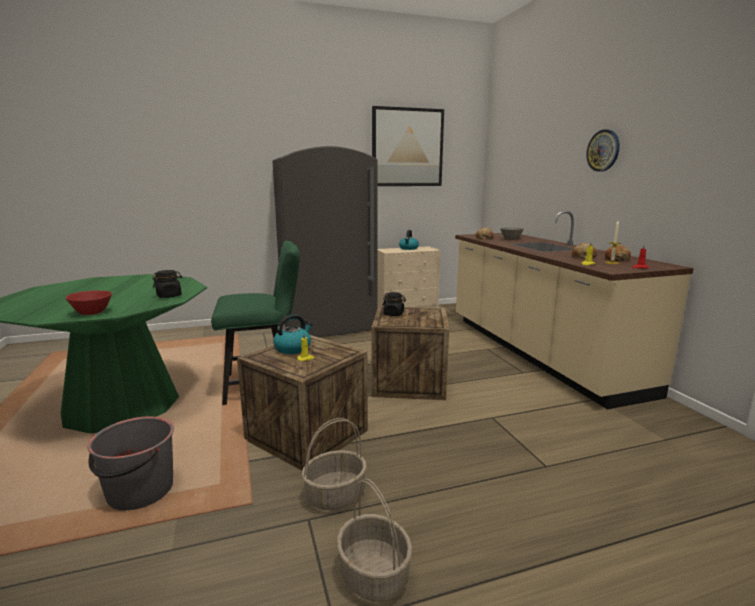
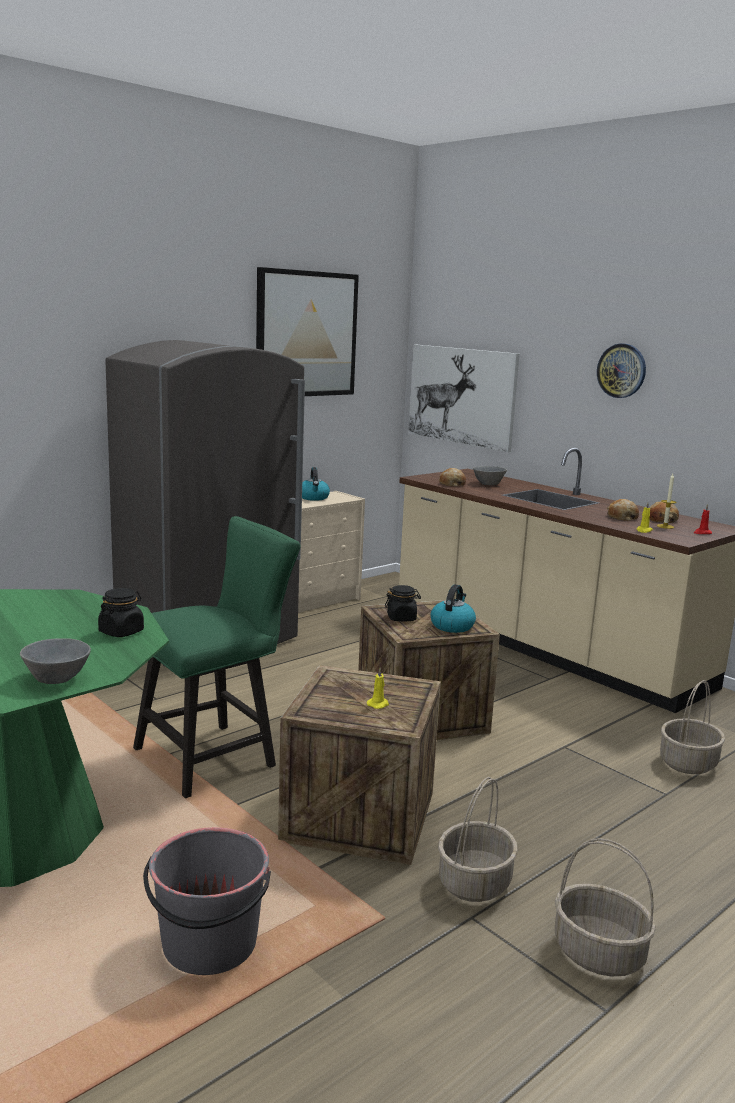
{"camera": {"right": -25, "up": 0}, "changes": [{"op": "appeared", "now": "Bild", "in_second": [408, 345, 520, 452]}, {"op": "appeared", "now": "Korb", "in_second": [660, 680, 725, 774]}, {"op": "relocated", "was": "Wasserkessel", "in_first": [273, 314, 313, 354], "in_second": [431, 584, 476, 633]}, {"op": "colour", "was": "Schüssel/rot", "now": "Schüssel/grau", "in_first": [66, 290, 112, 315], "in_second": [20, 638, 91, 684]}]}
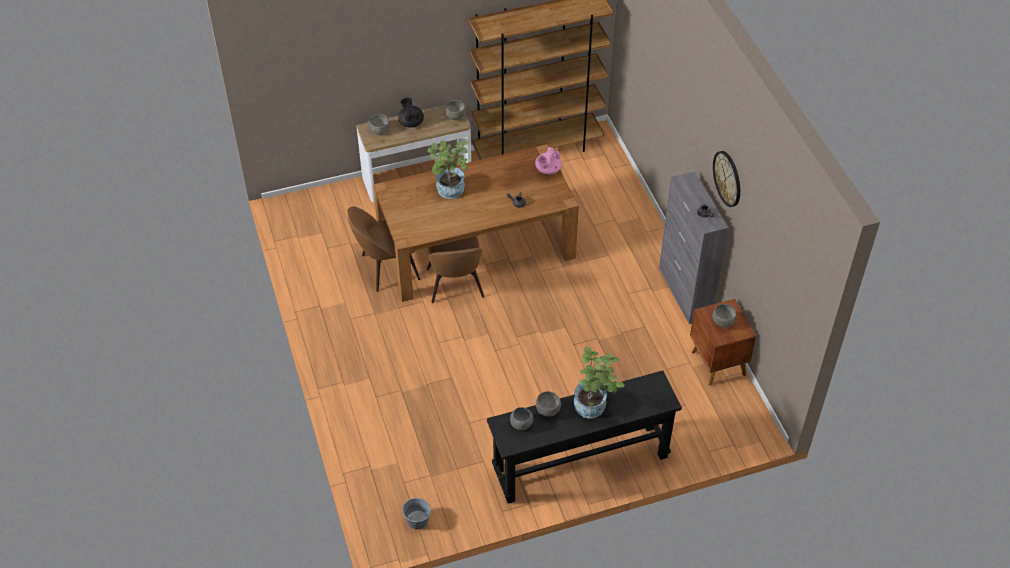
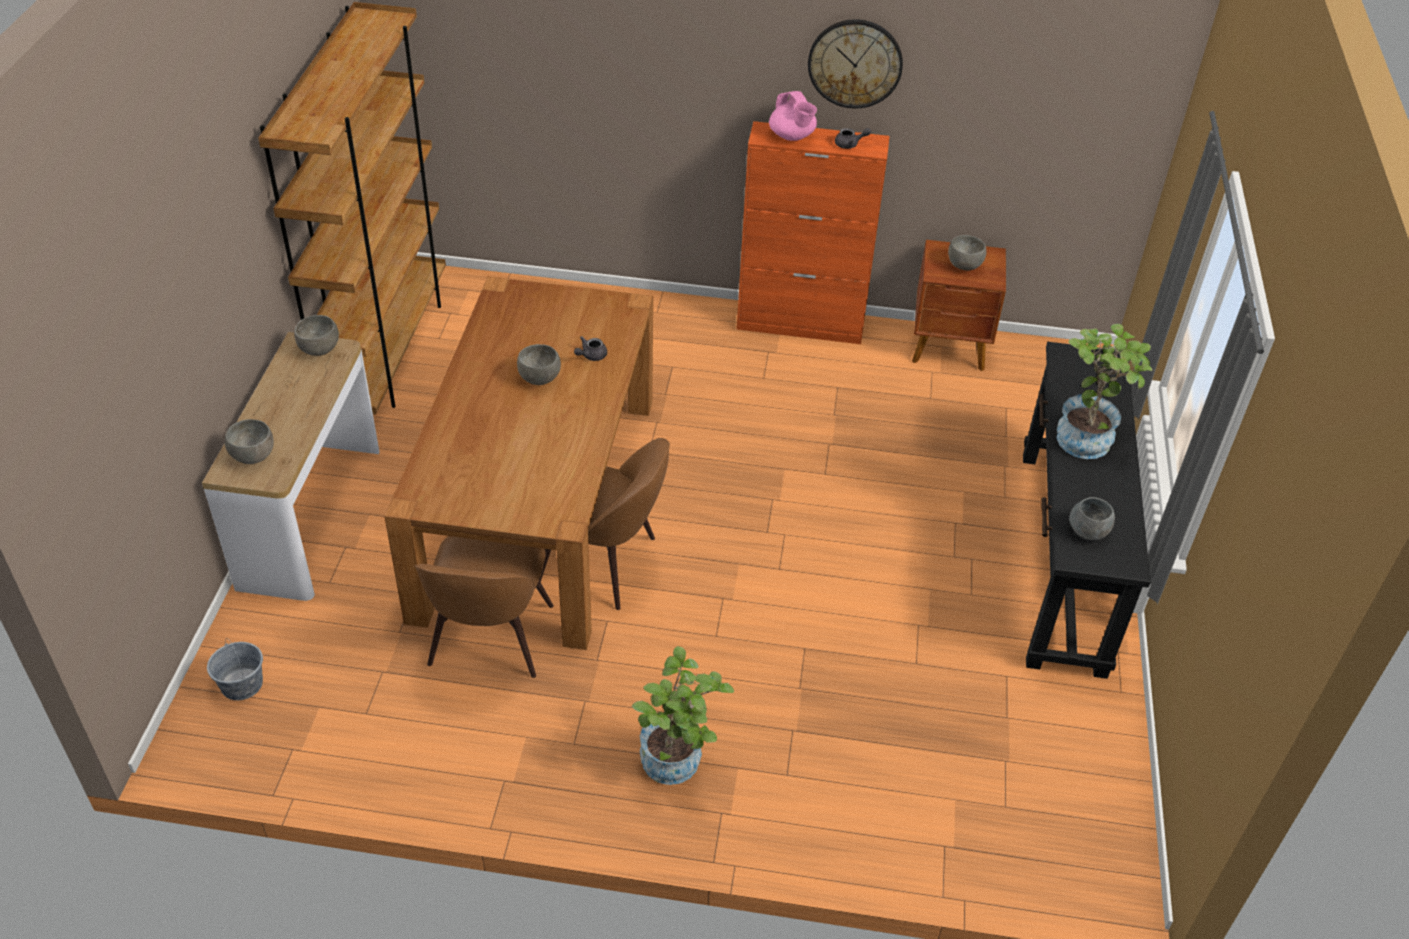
{"camera": {"right": -65, "up": -5}, "changes": [{"op": "missing", "was": "Teekanne/schwarz", "in_first": [398, 97, 424, 128]}, {"op": "relocated", "was": "Eimer/grau", "in_first": [402, 498, 431, 529], "in_second": [207, 638, 263, 700]}, {"op": "relocated", "was": "Topfpflanze", "in_first": [428, 140, 468, 199], "in_second": [632, 646, 734, 785]}, {"op": "relocated", "was": "Teekanne/rosa", "in_first": [535, 147, 562, 175], "in_second": [769, 91, 817, 141]}, {"op": "relocated", "was": "Schüssel/grau", "in_first": [536, 391, 561, 417], "in_second": [517, 344, 561, 385]}, {"op": "colour", "was": "Schrank/grau", "now": "Schrank/orange", "in_first": [659, 171, 728, 324], "in_second": [737, 121, 890, 344]}]}
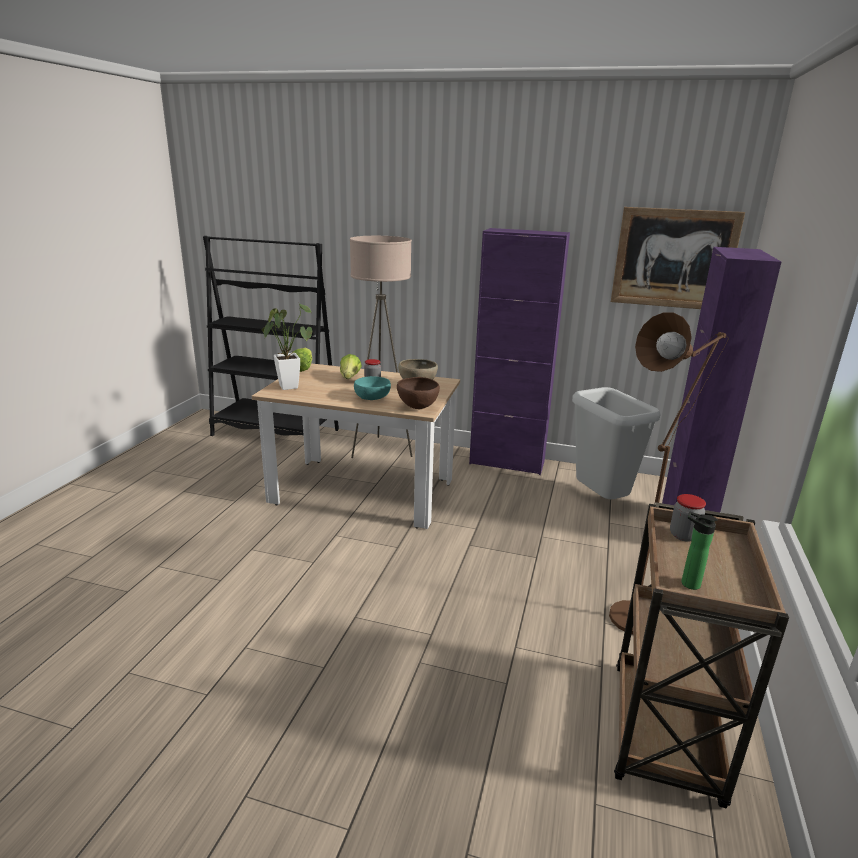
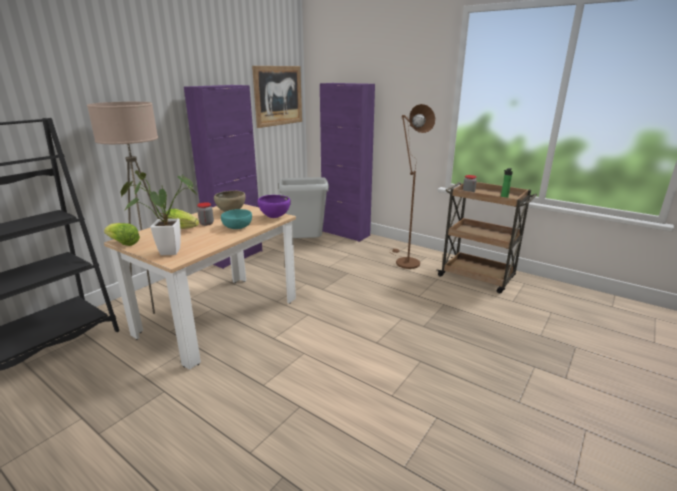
{"camera": {"right": -70, "up": 0}, "changes": [{"op": "colour", "was": "Schüssel/braun", "now": "Schüssel/lila", "in_first": [397, 377, 440, 409], "in_second": [258, 195, 291, 218]}]}
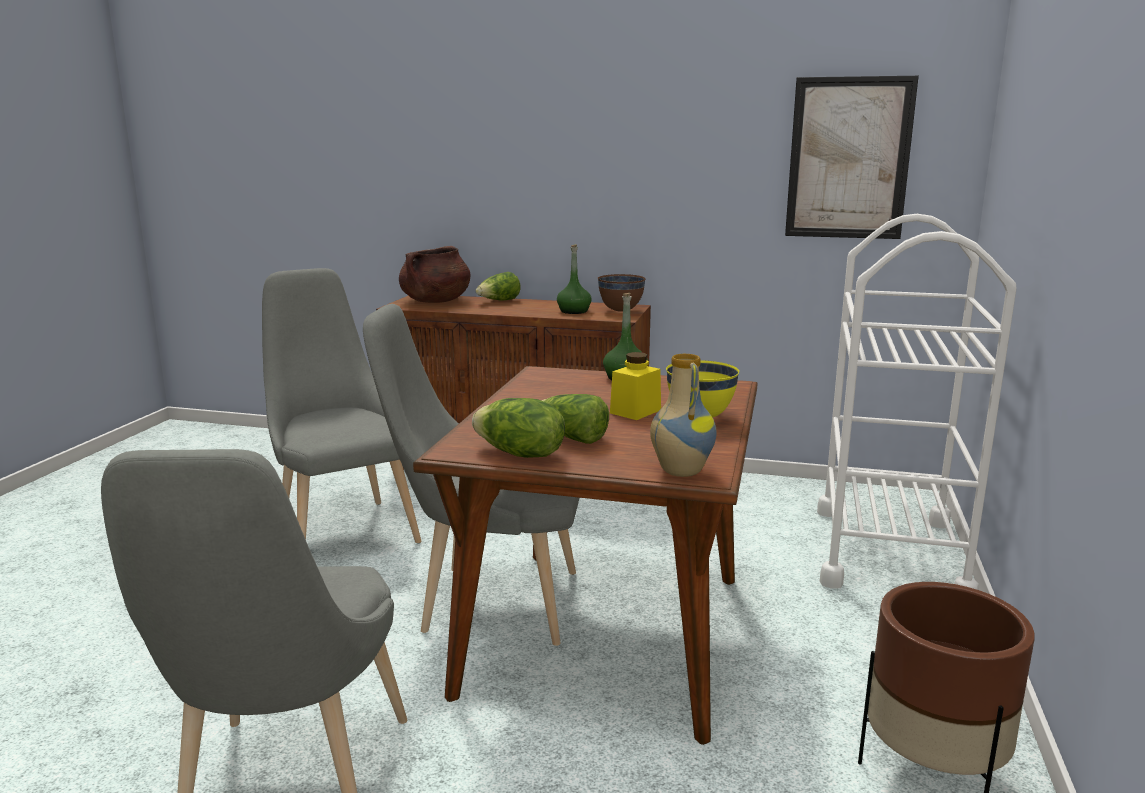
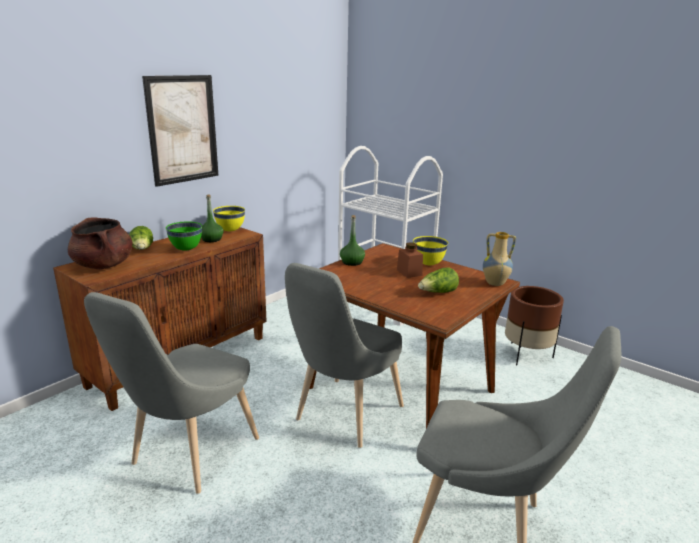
{"camera": {"right": -65, "up": 5}, "changes": [{"op": "missing", "was": "Salatkopf", "in_first": [472, 398, 565, 458]}, {"op": "appeared", "now": "Schüssel/grün", "in_second": [166, 221, 202, 250]}, {"op": "relocated", "was": "Bild", "in_first": [785, 76, 919, 239], "in_second": [142, 75, 219, 187]}, {"op": "colour", "was": "Schüssel/braun", "now": "Schüssel/gelb", "in_first": [598, 274, 646, 312], "in_second": [213, 206, 245, 231]}, {"op": "colour", "was": "Vorratsglas/gelb", "now": "Vorratsglas/braun", "in_first": [610, 352, 661, 420], "in_second": [397, 242, 423, 278]}, {"op": "spun", "was": "Stuhl/grau", "in_first": [262, 268, 422, 543], "in_second": [84, 292, 259, 494], "clockwise": -60}]}
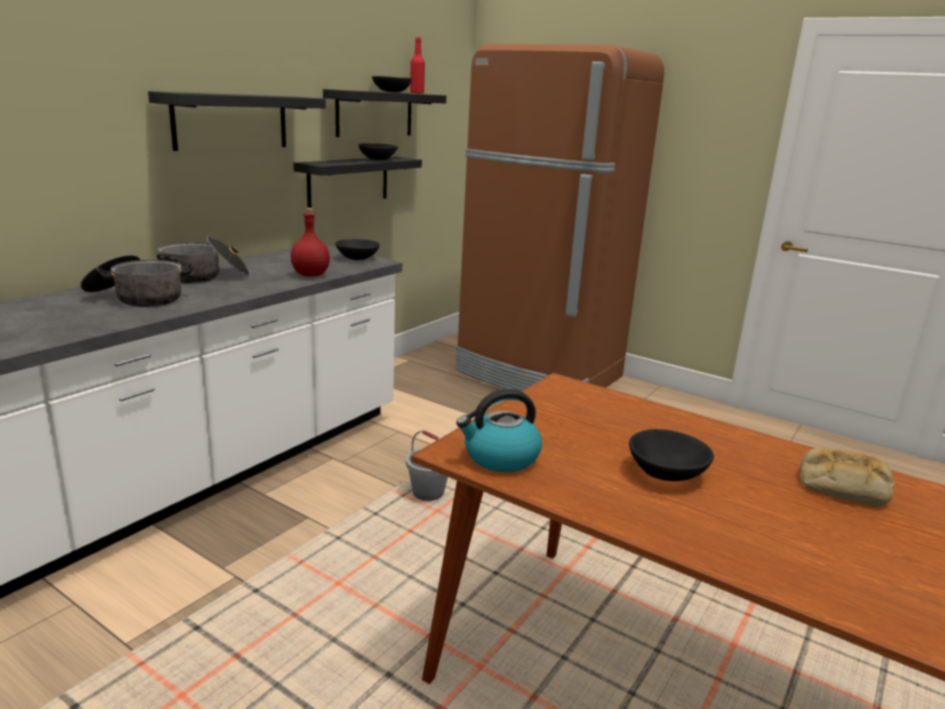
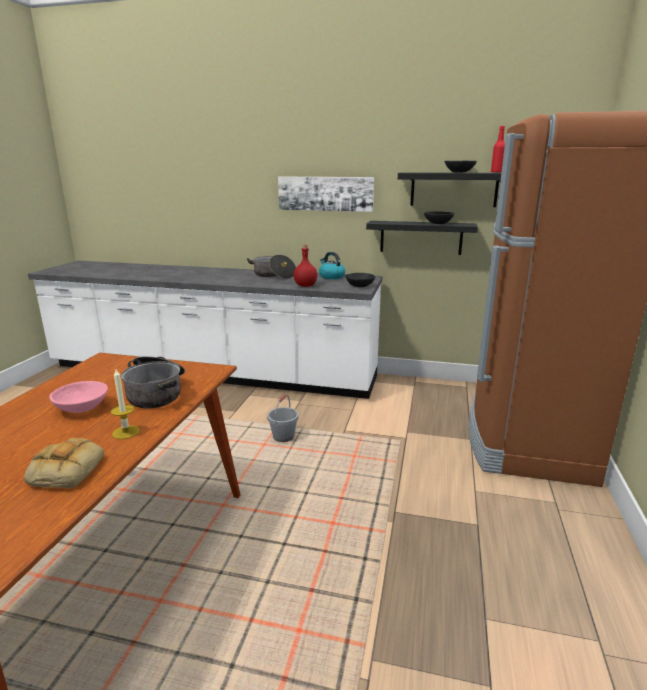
{"camera": {"right": 70, "up": 0}, "changes": [{"op": "appeared", "now": "Kerze", "in_second": [111, 369, 140, 439]}, {"op": "relocated", "was": "Kochtopf", "in_first": [80, 255, 194, 307], "in_second": [121, 356, 185, 409]}, {"op": "relocated", "was": "Wasserkessel", "in_first": [456, 389, 542, 472], "in_second": [319, 252, 345, 279]}, {"op": "exchanged", "was": "Wandregal/schwarz", "now": "Bild", "in_first": [148, 91, 326, 151], "in_second": [278, 177, 374, 212]}, {"op": "colour", "was": "Schüssel/schwarz", "now": "Schüssel/rosa", "in_first": [629, 429, 714, 481], "in_second": [49, 381, 108, 413]}]}
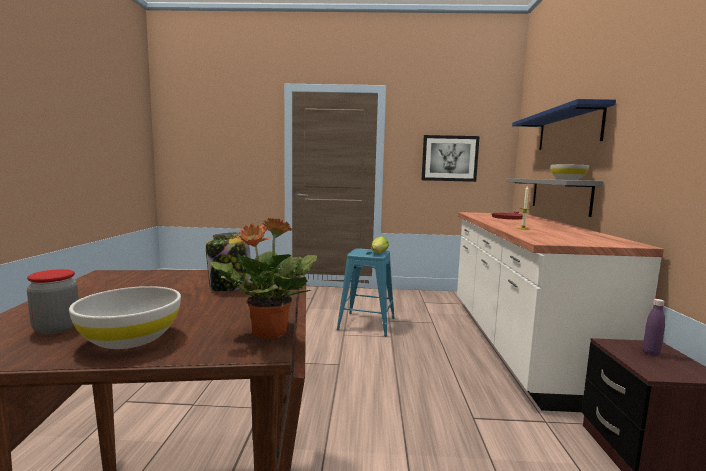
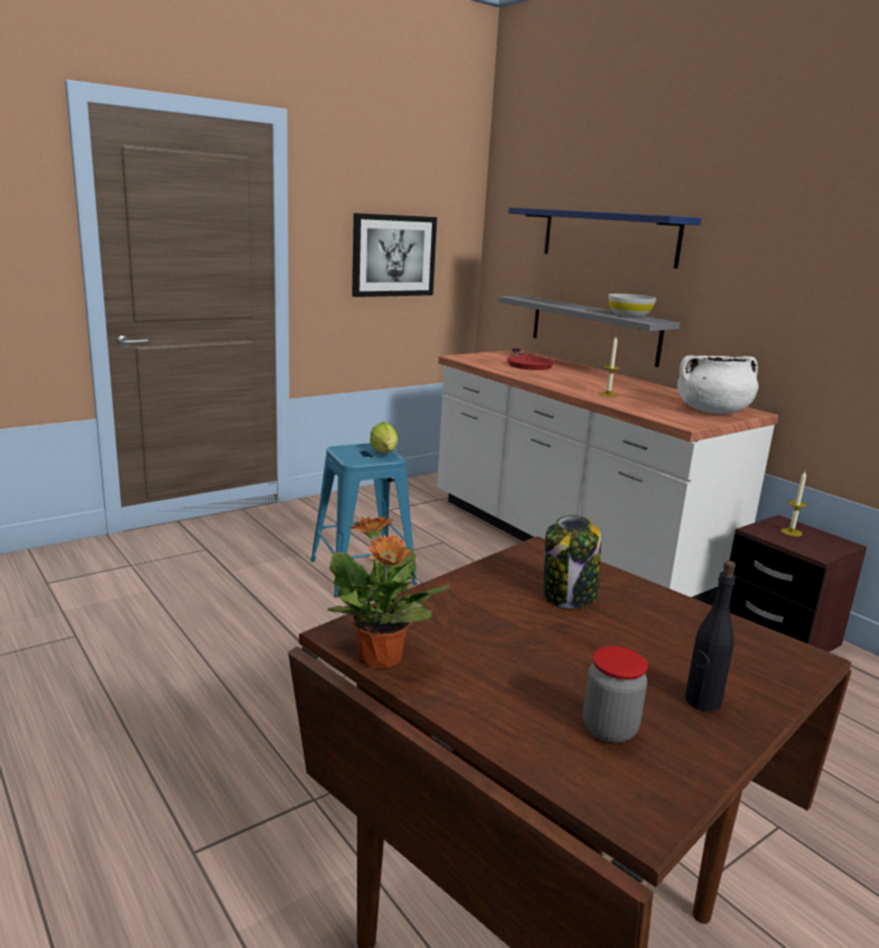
{"camera": {"right": -40, "up": 10}, "changes": [{"op": "appeared", "now": "Kochtopf/weiß", "in_second": [677, 355, 759, 414]}, {"op": "relocated", "was": "Topfpflanze", "in_first": [209, 218, 317, 339], "in_second": [328, 516, 450, 668]}, {"op": "exchanged", "was": "Schüssel/weiß", "now": "Flasche/schwarz", "in_first": [69, 286, 181, 349], "in_second": [685, 561, 736, 712]}, {"op": "exchanged", "was": "Flasche/lila", "now": "Kerze", "in_first": [643, 299, 665, 356], "in_second": [781, 472, 807, 536]}]}
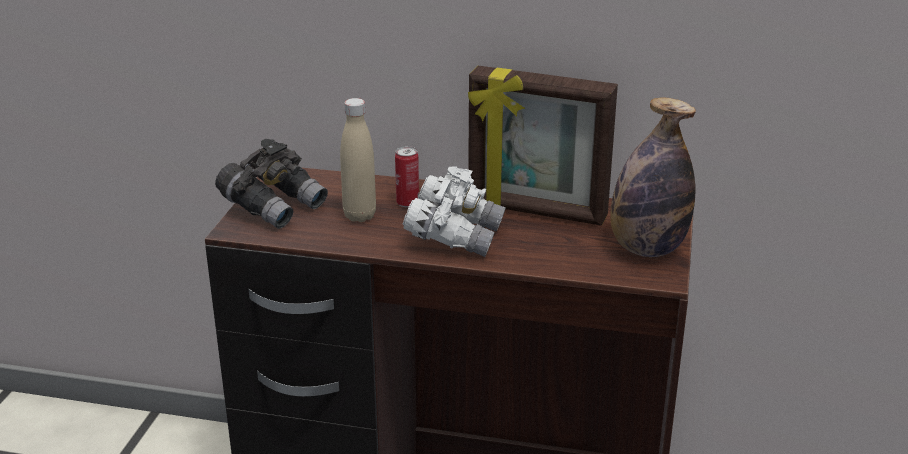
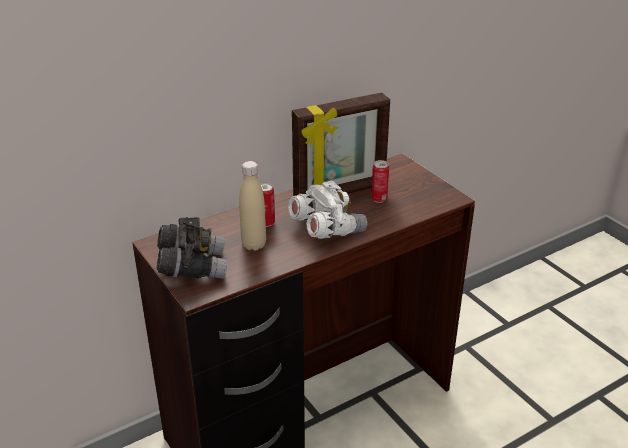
{"camera": {"right": -45, "up": 5}, "changes": [{"op": "missing", "was": "Flasche", "in_first": [610, 97, 696, 257]}, {"op": "appeared", "now": "Dose", "in_second": [371, 160, 389, 203]}]}
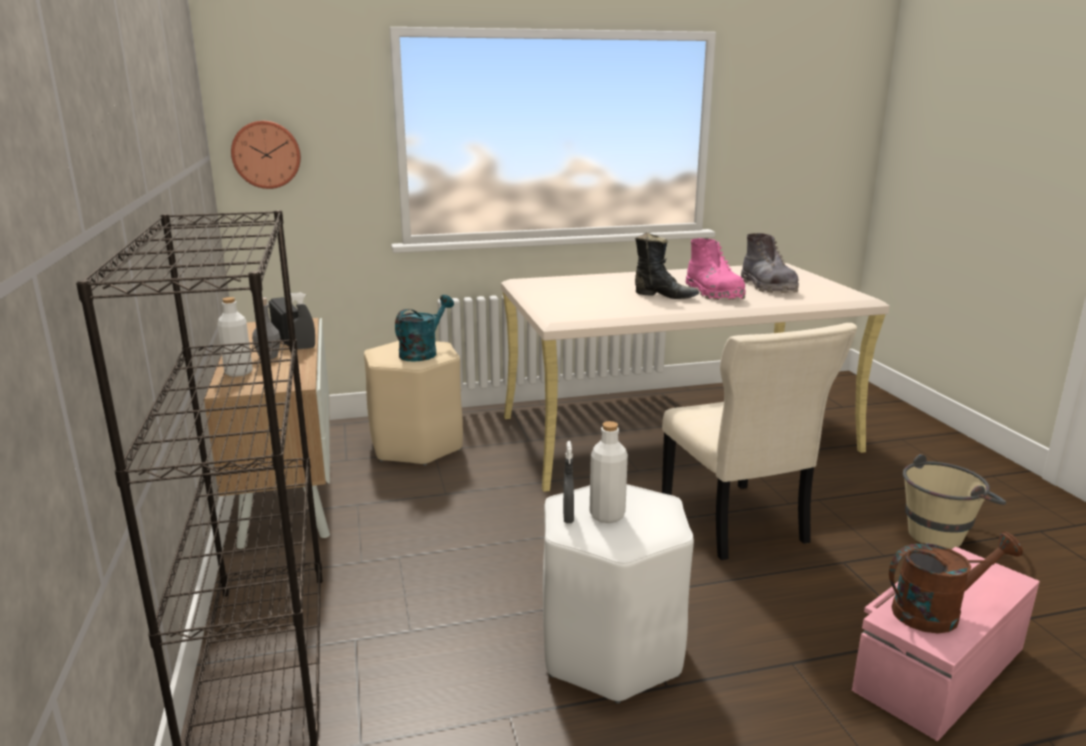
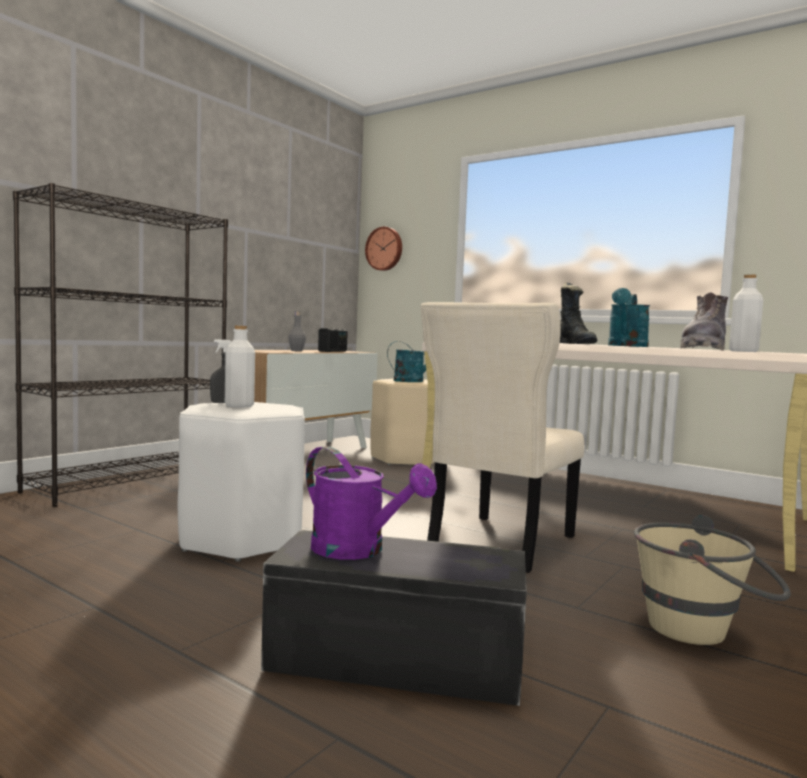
{"camera": {"right": 50, "up": -15}, "changes": [{"op": "missing", "was": "Sprühflasche/grau", "in_first": [288, 292, 315, 349]}, {"op": "relocated", "was": "Flasche/weiß", "in_first": [217, 297, 253, 377], "in_second": [729, 274, 763, 352]}, {"op": "exchanged", "was": "Stiefel/rosa", "now": "Gießkanne/türkis", "in_first": [686, 238, 746, 300], "in_second": [608, 288, 650, 347]}, {"op": "colour", "was": "Aufbewahrungsbox/rosa", "now": "Aufbewahrungsbox/schwarz", "in_first": [852, 546, 1040, 741], "in_second": [261, 530, 527, 706]}, {"op": "colour", "was": "Gießkanne/braun", "now": "Gießkanne/lila", "in_first": [889, 531, 1023, 633], "in_second": [306, 446, 437, 560]}]}
